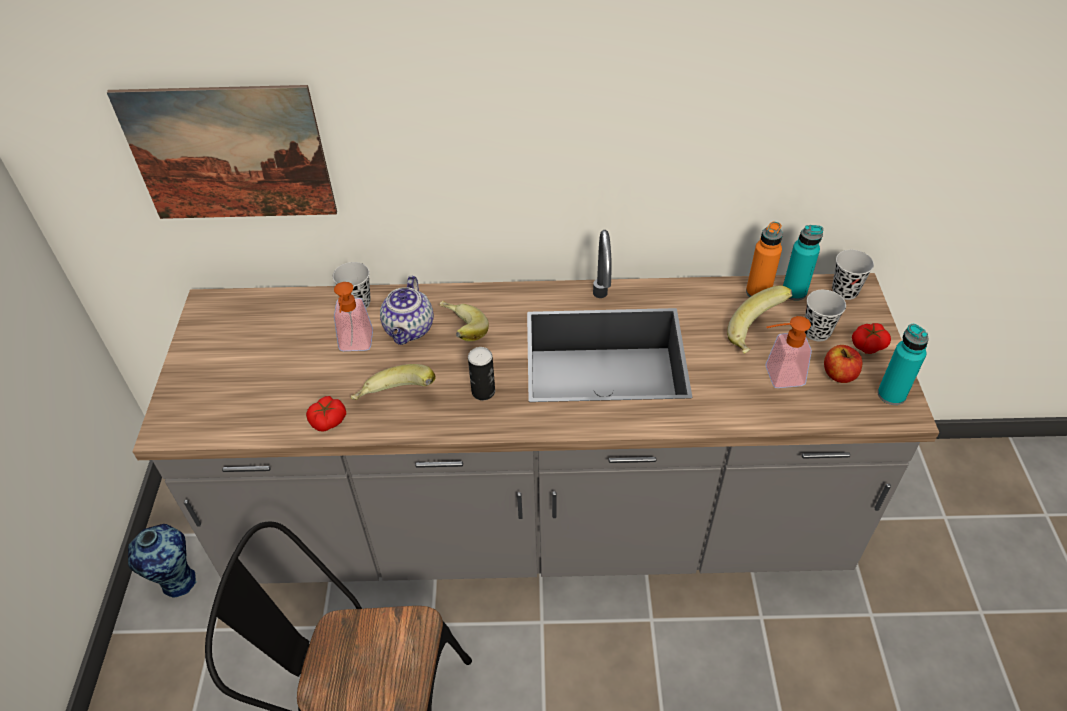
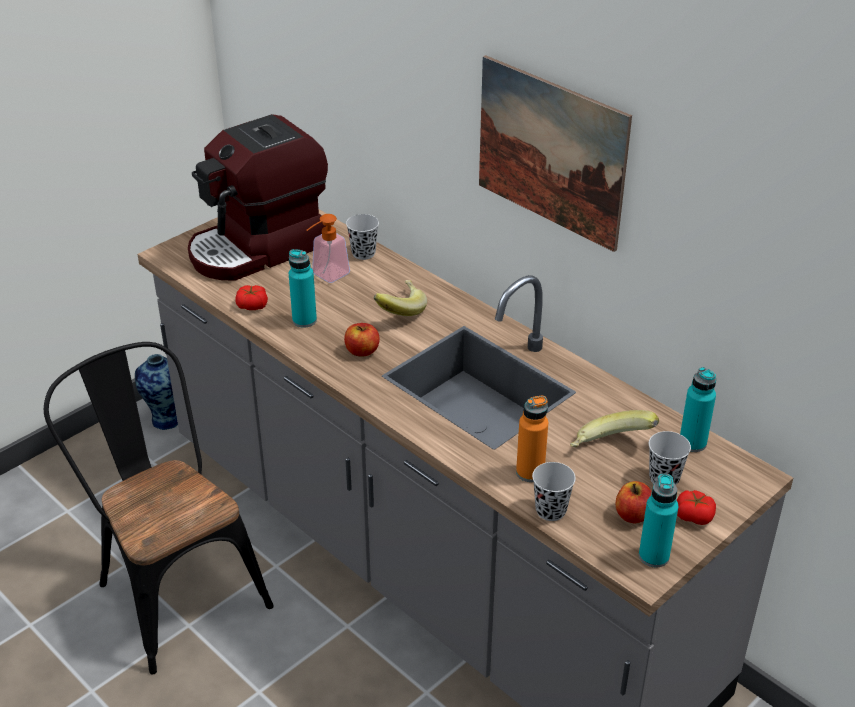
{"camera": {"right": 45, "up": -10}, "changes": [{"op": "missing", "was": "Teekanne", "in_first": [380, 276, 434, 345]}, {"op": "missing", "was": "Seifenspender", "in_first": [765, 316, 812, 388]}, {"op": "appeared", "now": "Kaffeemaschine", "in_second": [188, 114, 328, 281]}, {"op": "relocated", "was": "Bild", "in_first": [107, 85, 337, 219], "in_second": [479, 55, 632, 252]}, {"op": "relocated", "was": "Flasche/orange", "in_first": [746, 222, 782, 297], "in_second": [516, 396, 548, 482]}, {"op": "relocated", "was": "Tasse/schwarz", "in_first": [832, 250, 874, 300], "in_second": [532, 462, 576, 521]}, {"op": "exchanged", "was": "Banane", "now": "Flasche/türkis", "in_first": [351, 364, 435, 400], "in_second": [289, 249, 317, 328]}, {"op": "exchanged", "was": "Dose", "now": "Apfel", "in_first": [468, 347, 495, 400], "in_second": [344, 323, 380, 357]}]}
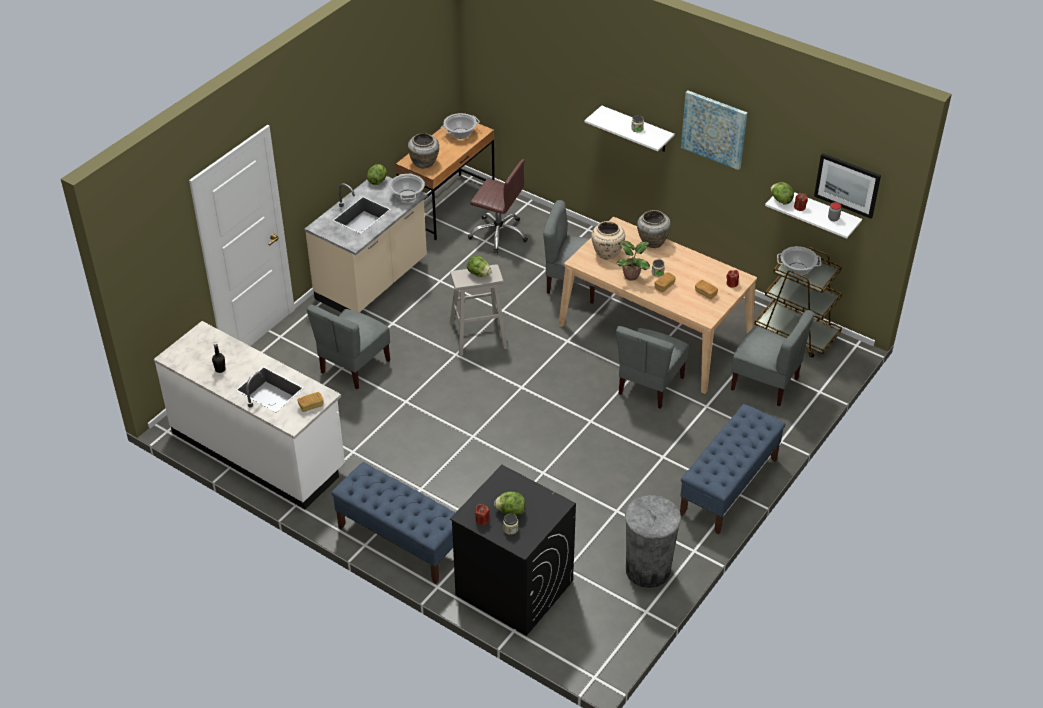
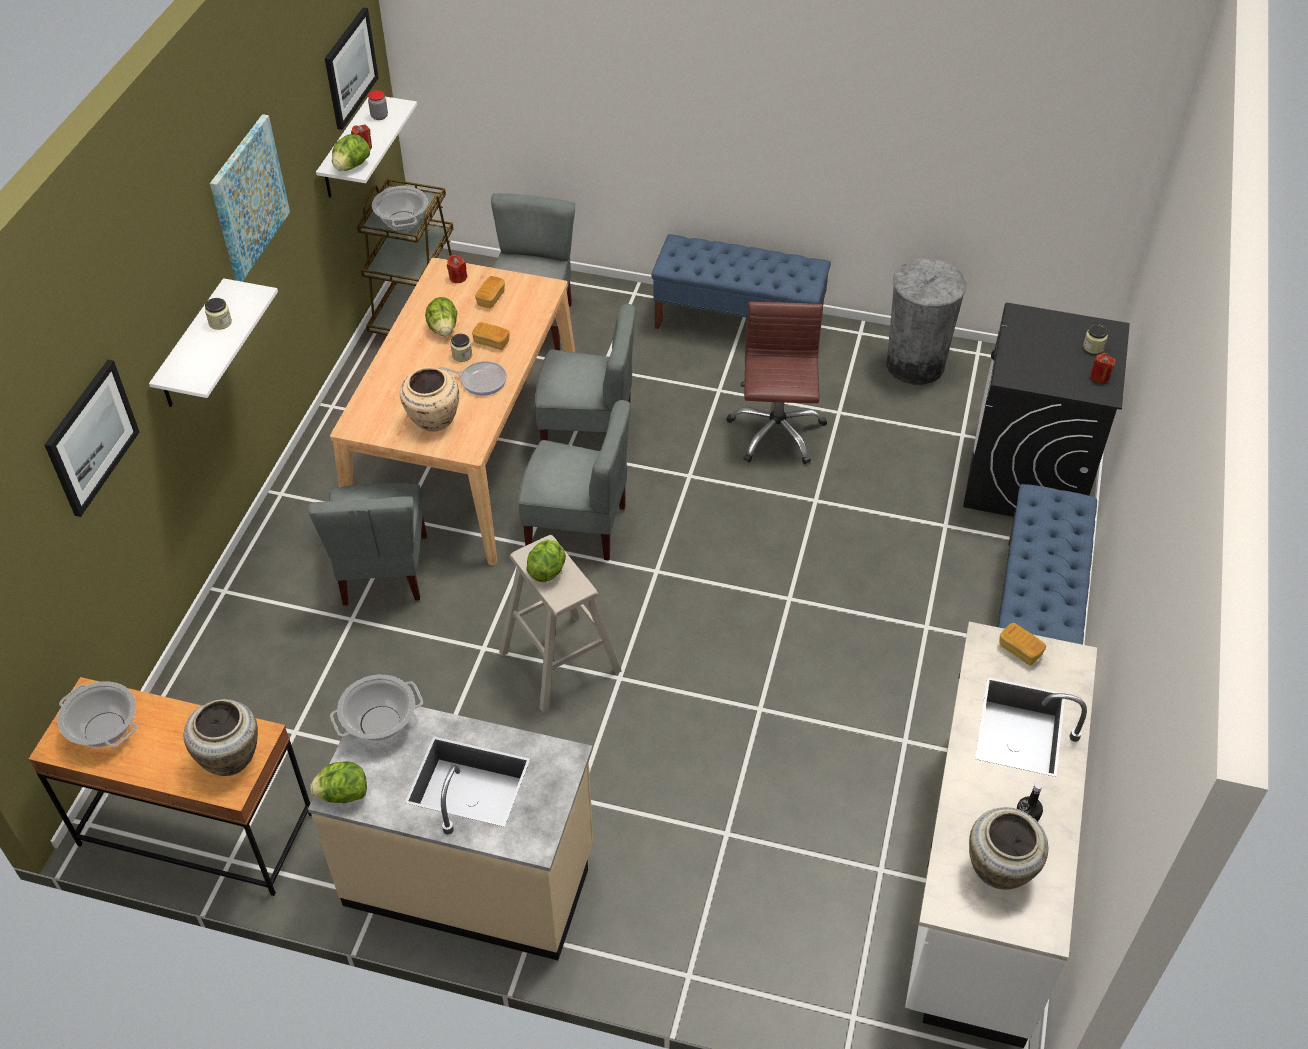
{"camera": {"right": -110, "up": 5}, "changes": [{"op": "appeared", "now": "Bild", "in_second": [44, 360, 139, 517]}, {"op": "relocated", "was": "Stuhl/grau", "in_first": [307, 305, 390, 389], "in_second": [518, 400, 631, 561]}, {"op": "relocated", "was": "Bürostuhl/braun", "in_first": [468, 159, 528, 253], "in_second": [726, 302, 827, 464]}, {"op": "relocated", "was": "Salatkopf", "in_first": [494, 491, 525, 515], "in_second": [425, 297, 458, 336]}, {"op": "relocated", "was": "Vase/beige", "in_first": [637, 210, 671, 248], "in_second": [969, 807, 1048, 890]}, {"op": "exchanged", "was": "Topfpflanze", "now": "Pfanne", "in_first": [617, 241, 650, 281], "in_second": [439, 361, 507, 396]}]}
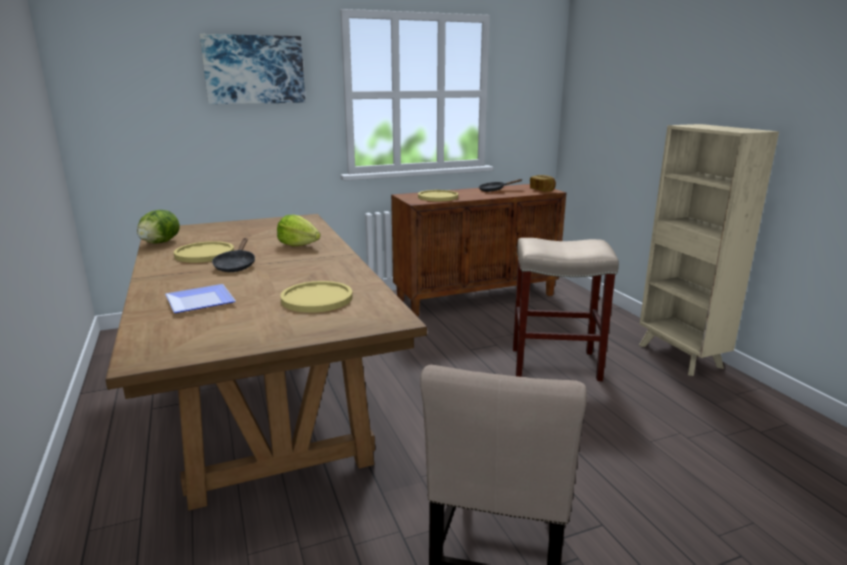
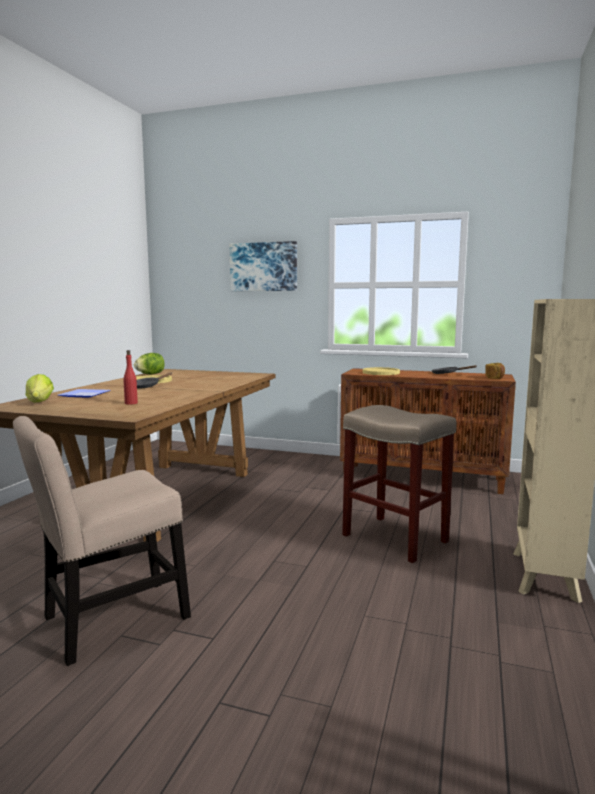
{"camera": {"right": 40, "up": -10}, "changes": [{"op": "relocated", "was": "Salatkopf", "in_first": [277, 215, 321, 246], "in_second": [26, 374, 54, 403]}, {"op": "exchanged", "was": "Teller/gelb", "now": "Flasche/rot", "in_first": [280, 281, 353, 313], "in_second": [123, 350, 138, 405]}]}
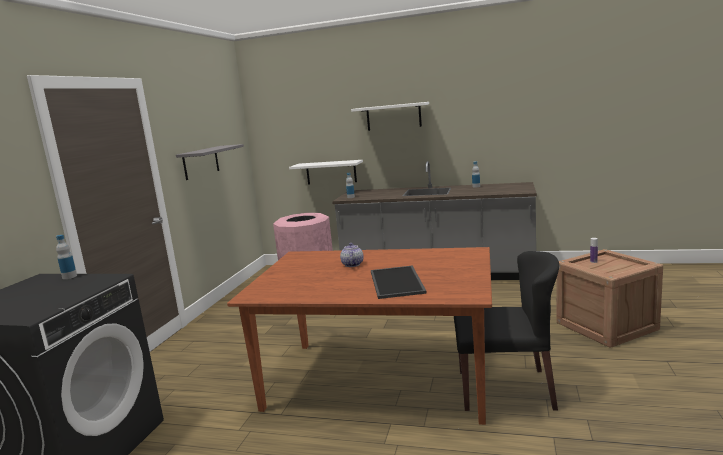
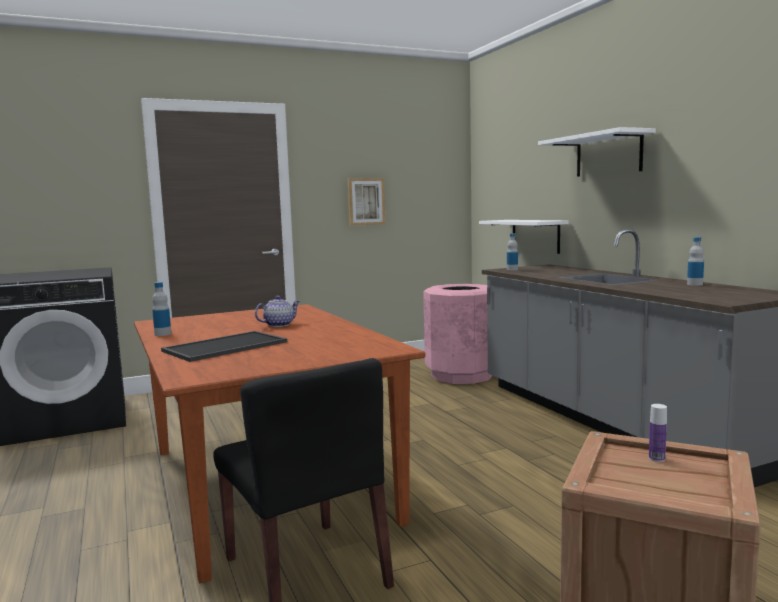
{"camera": {"right": 50, "up": -5}, "changes": [{"op": "relocated", "was": "Flasche", "in_first": [56, 235, 77, 279], "in_second": [152, 282, 171, 336]}, {"op": "exchanged", "was": "Wandregal/grau", "now": "Bild", "in_first": [176, 144, 244, 180], "in_second": [348, 178, 385, 226]}]}
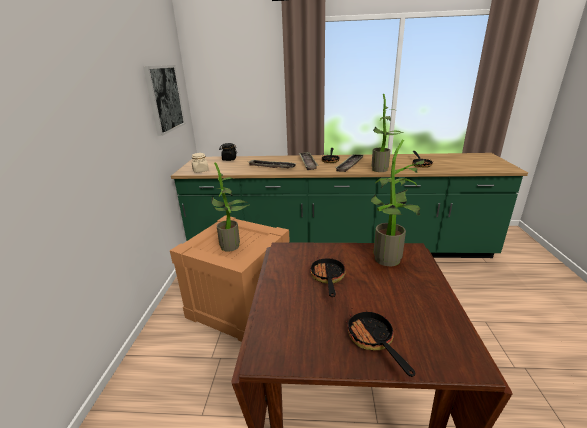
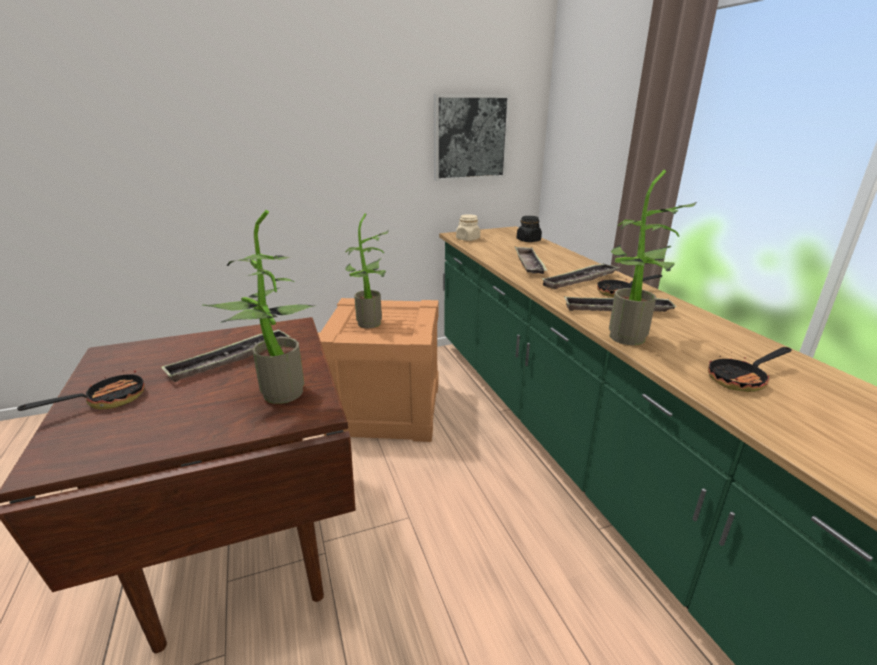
{"camera": {"right": 65, "up": 0}, "changes": [{"op": "exchanged", "was": "Pfanne", "now": "Tablett", "in_first": [310, 257, 346, 297], "in_second": [161, 329, 290, 382]}]}
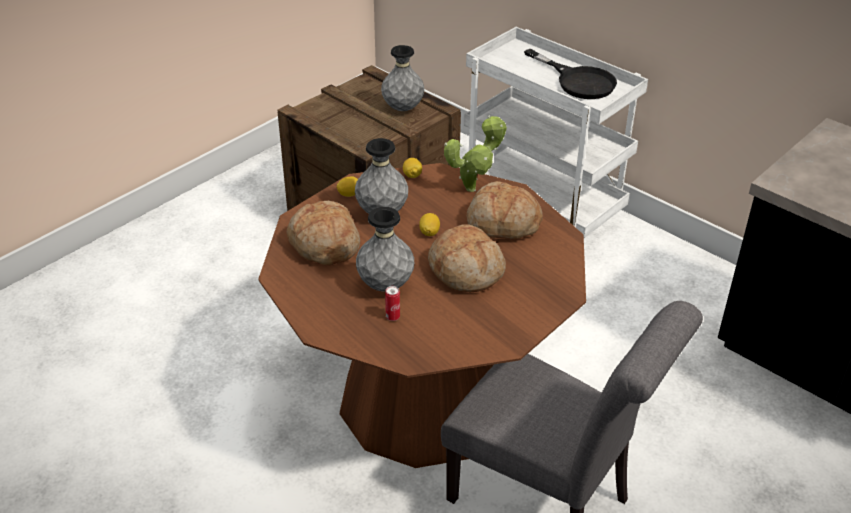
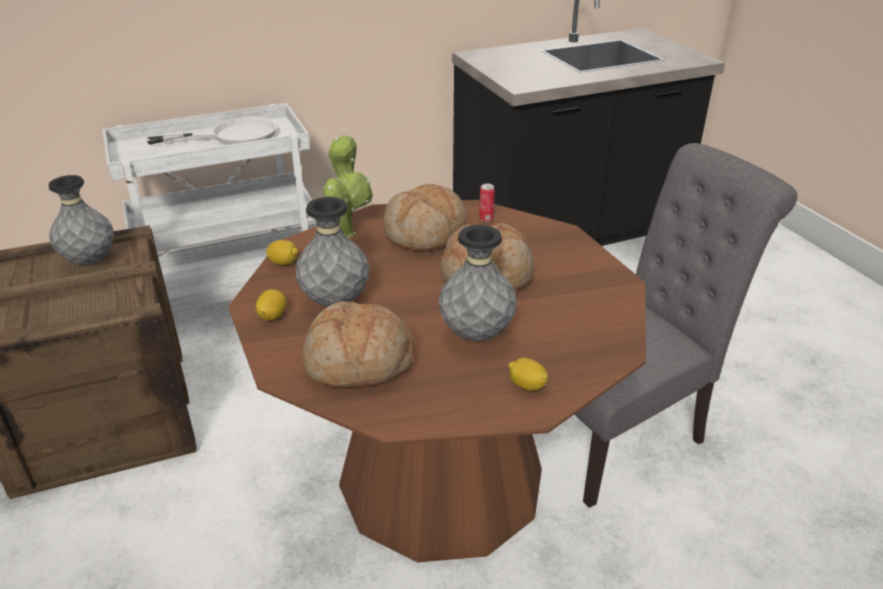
{"camera": {"right": -65, "up": -5}, "changes": [{"op": "relocated", "was": "Dose", "in_first": [385, 286, 400, 321], "in_second": [479, 184, 495, 222]}, {"op": "relocated", "was": "Zitrone", "in_first": [419, 213, 440, 236], "in_second": [508, 358, 548, 391]}, {"op": "colour", "was": "Pfanne/schwarz", "now": "Pfanne/weiß", "in_first": [524, 49, 617, 99], "in_second": [146, 117, 277, 145]}]}
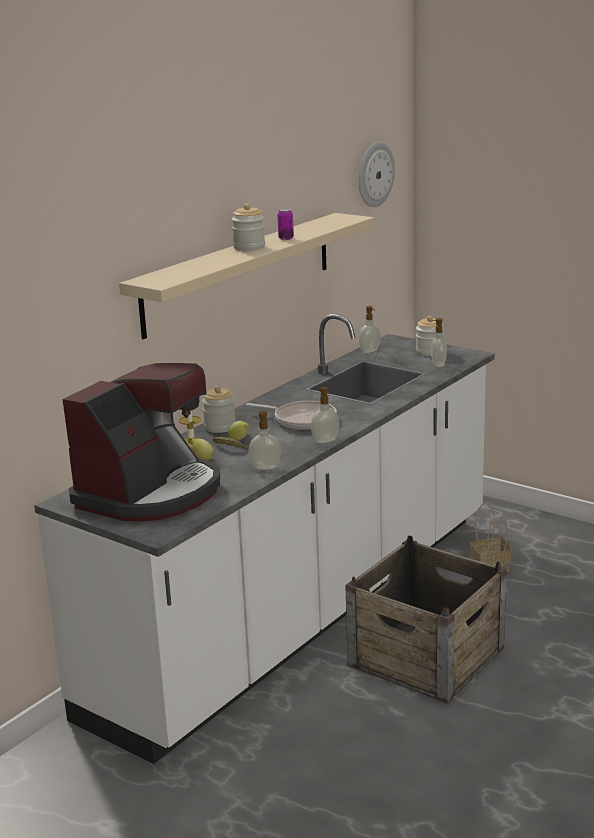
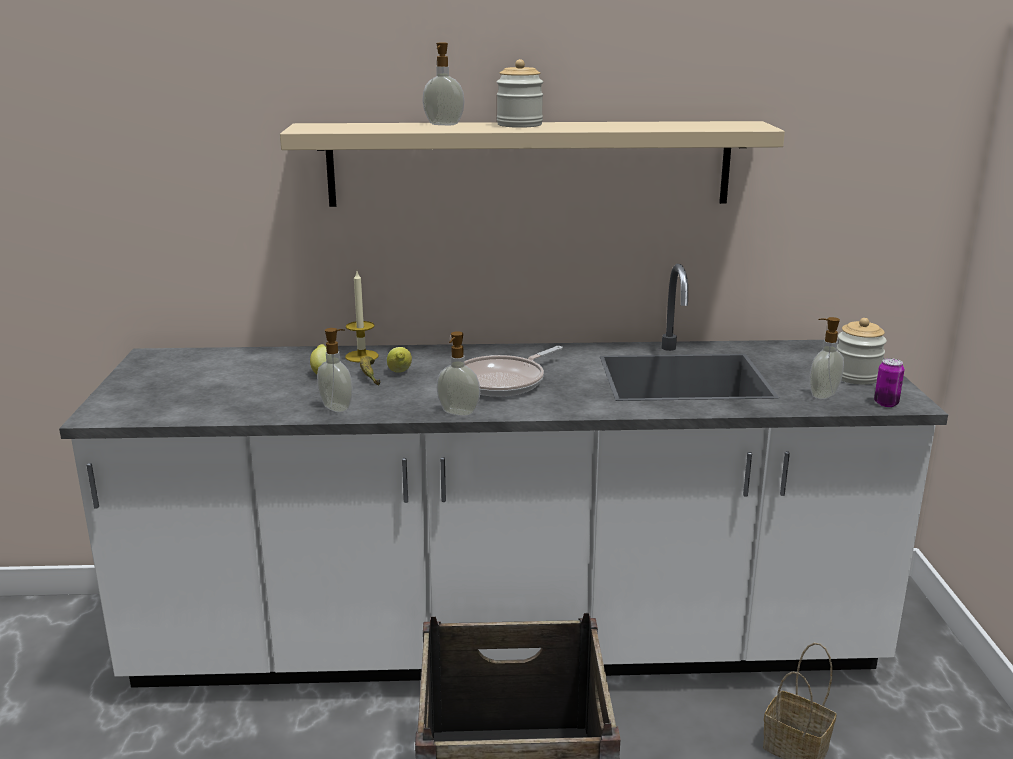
{"camera": {"right": 50, "up": 0}, "changes": [{"op": "missing", "was": "Kaffeemaschine", "in_first": [62, 363, 220, 522]}, {"op": "missing", "was": "Vorratsglas", "in_first": [202, 386, 236, 433]}, {"op": "missing", "was": "Wanduhr", "in_first": [359, 142, 395, 207]}, {"op": "relocated", "was": "Dose", "in_first": [277, 208, 294, 240], "in_second": [874, 358, 904, 407]}, {"op": "relocated", "was": "Seifenspender", "in_first": [359, 306, 381, 353], "in_second": [422, 42, 465, 125]}, {"op": "spun", "was": "Pfanne", "in_first": [246, 401, 337, 429], "in_second": [464, 346, 563, 397], "clockwise": 60}]}
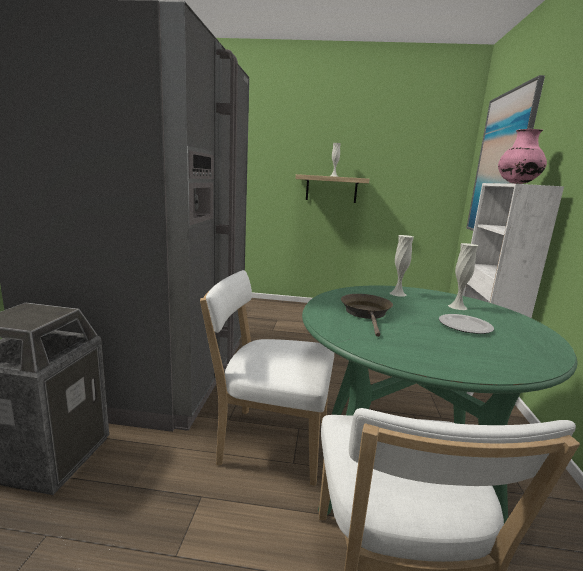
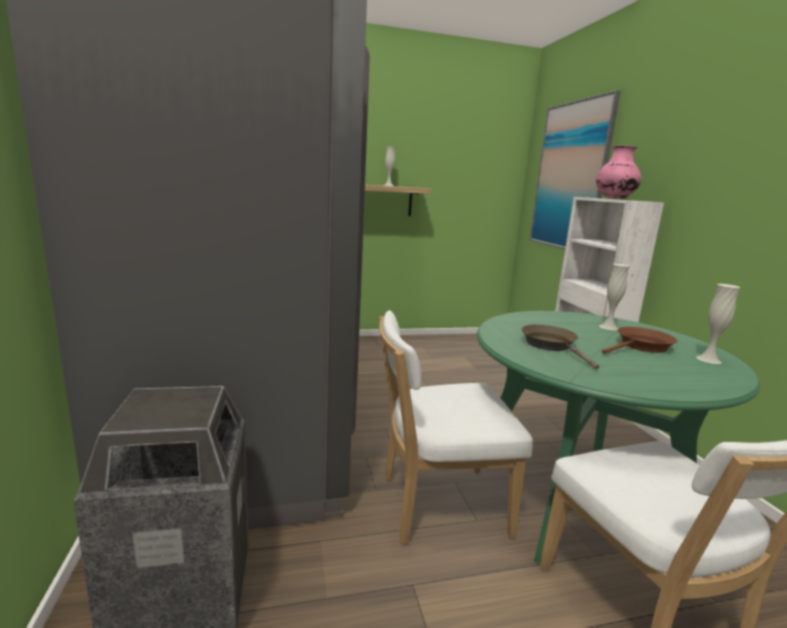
{"camera": {"right": -20, "up": 0}, "changes": [{"op": "relocated", "was": "Vase/weiß", "in_first": [390, 235, 414, 297], "in_second": [696, 284, 740, 364]}, {"op": "exchanged", "was": "Teller", "now": "Pfanne/braun", "in_first": [439, 314, 494, 334], "in_second": [602, 327, 677, 354]}]}
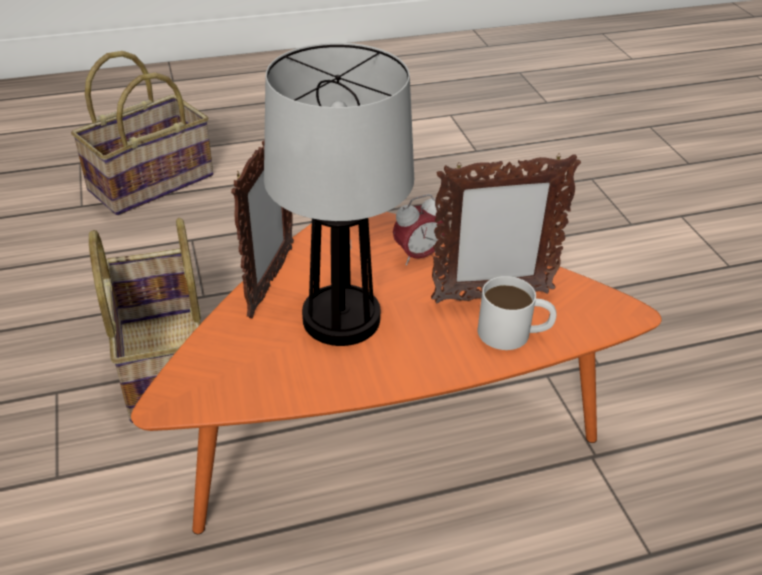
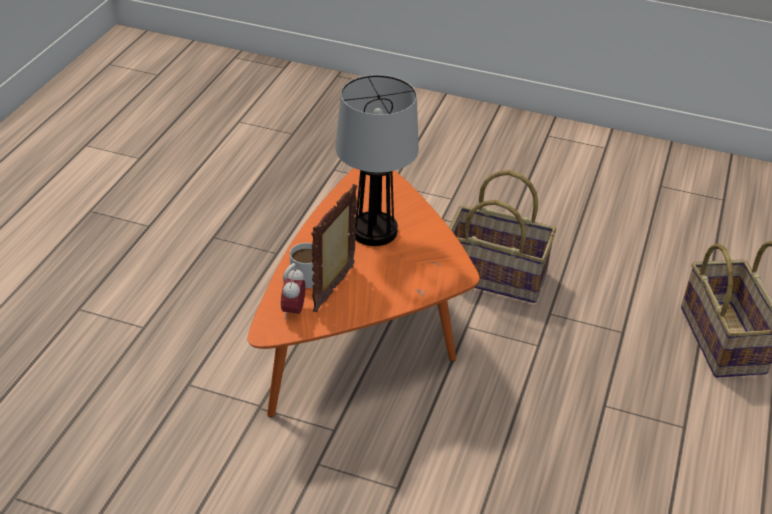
{"camera": {"right": 125, "up": 0}, "changes": [{"op": "missing", "was": "Bilderrahmen", "in_first": [231, 141, 294, 318]}, {"op": "relocated", "was": "Wecker", "in_first": [393, 194, 444, 265], "in_second": [281, 268, 305, 320]}]}
